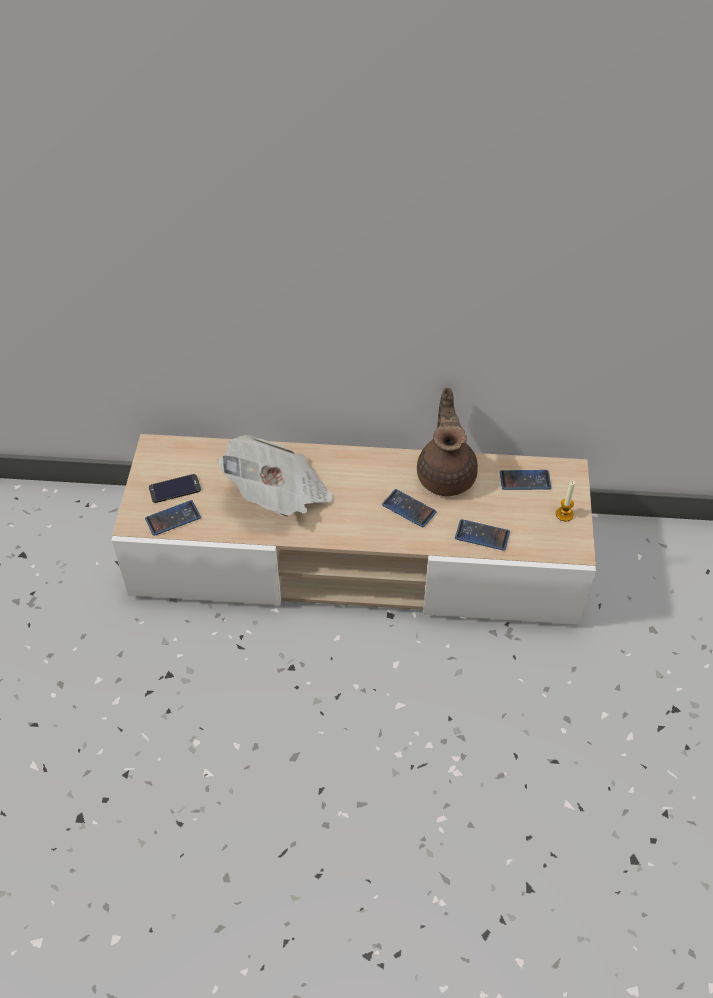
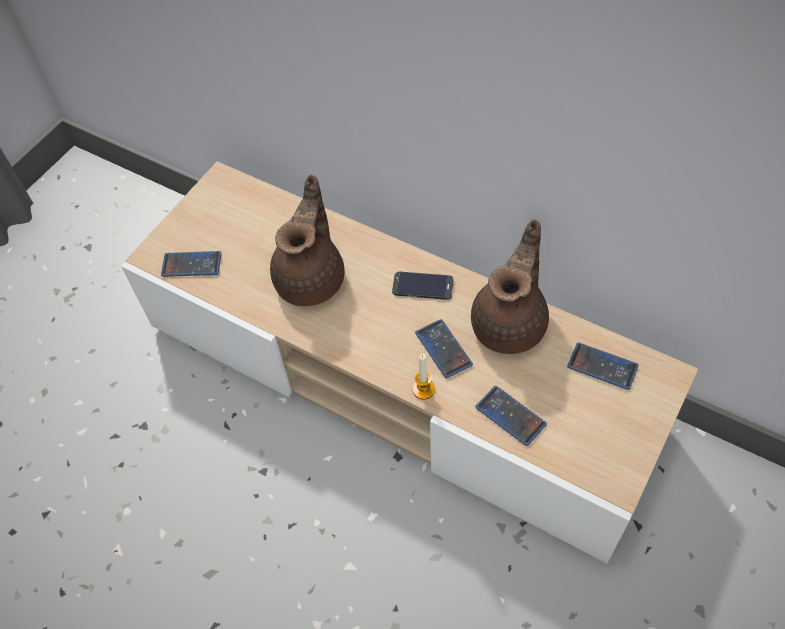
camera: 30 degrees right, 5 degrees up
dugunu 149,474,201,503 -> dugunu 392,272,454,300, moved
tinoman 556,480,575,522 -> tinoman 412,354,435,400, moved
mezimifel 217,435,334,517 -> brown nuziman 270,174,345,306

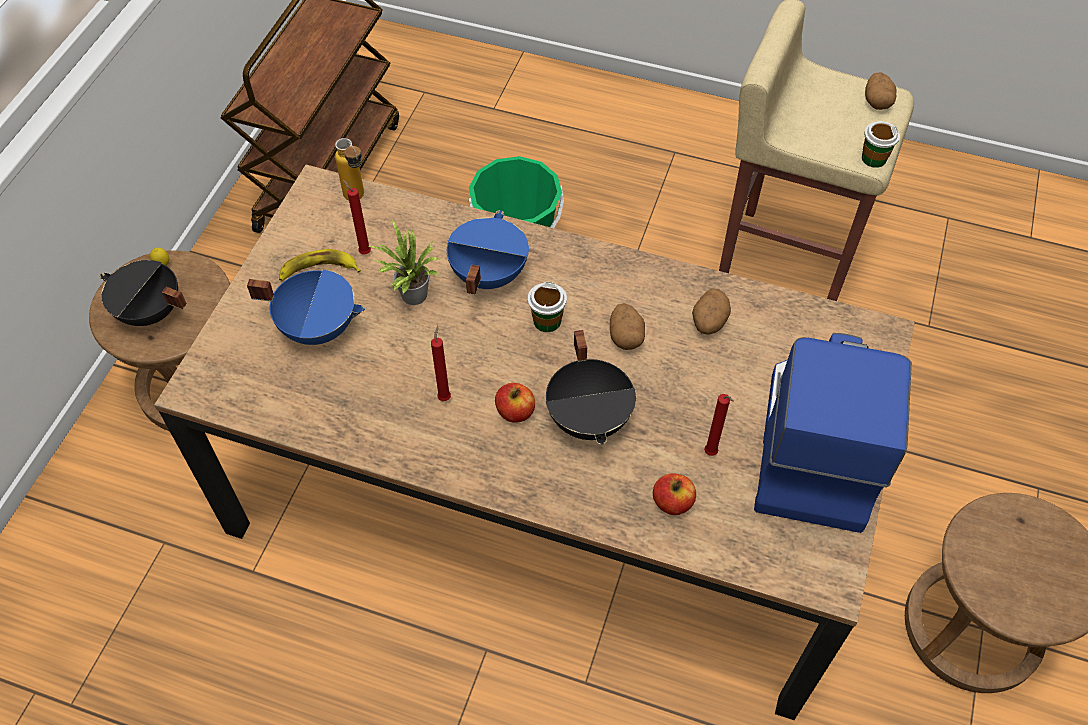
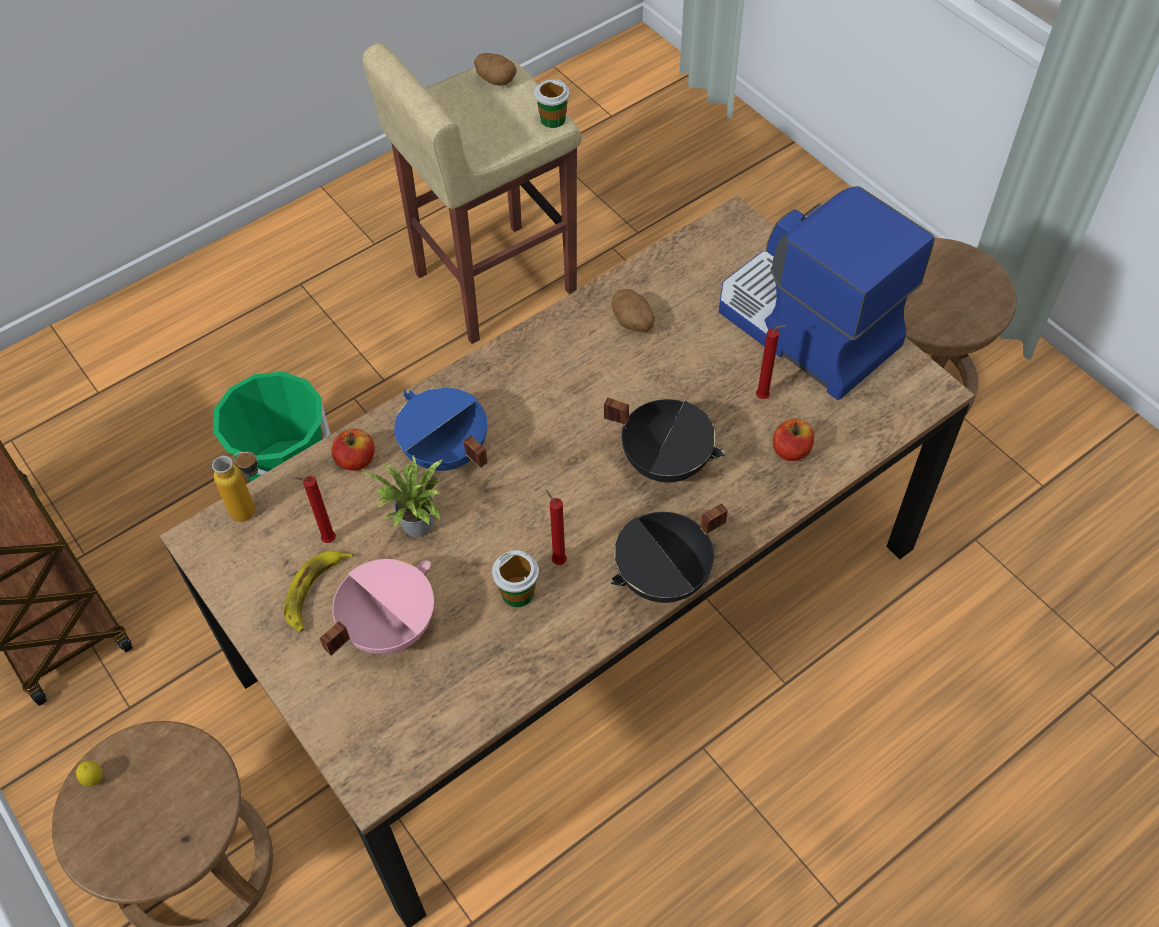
camera: 55 degrees left, 0 degrees up
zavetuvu 610,303,645,350 -> none
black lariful 100,260,187,326 -> black lariful 611,503,728,603, moved
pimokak 495,383,535,423 -> pimokak 332,429,375,471, moved
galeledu 528,281,567,332 -> galeledu 492,551,539,607, moved
blue lariful 247,269,365,345 -> pink lariful 320,559,434,656

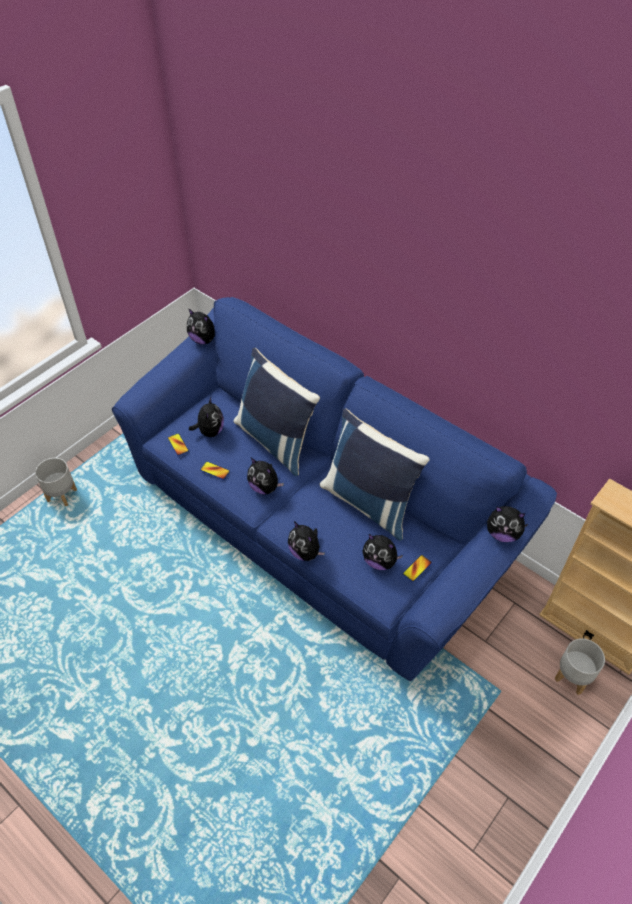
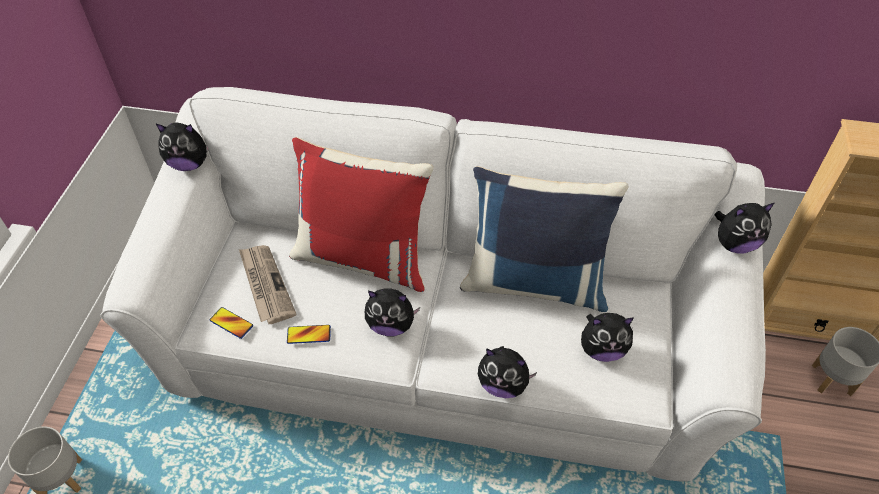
camera: 30 degrees left, 0 degrees up
dugunu 403,555,432,582 -> none
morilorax 189,397,224,437 -> mezimifel 239,245,296,324
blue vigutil 112,297,557,681 -> white vigutil 101,87,766,482
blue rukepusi 234,348,320,476 -> red rukepusi 289,137,433,292

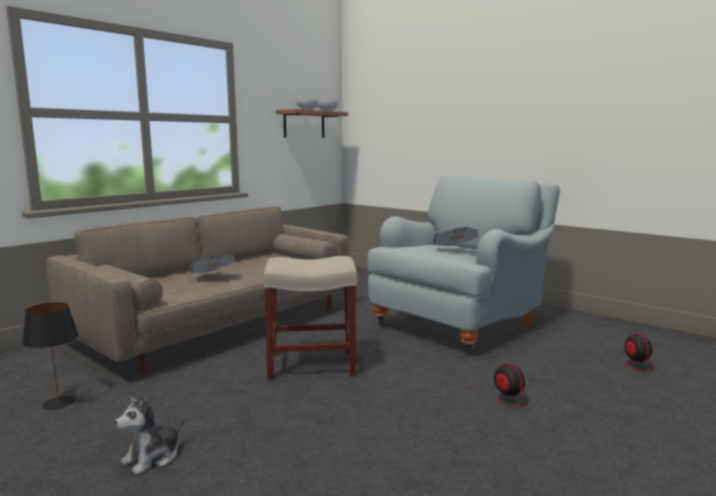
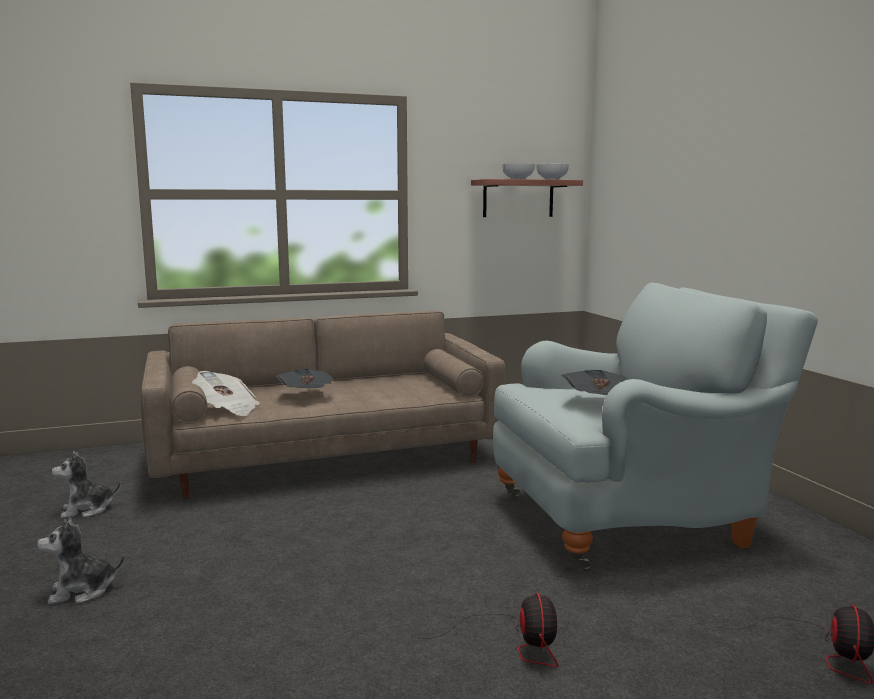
camera: 30 degrees right, 0 degrees up
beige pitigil 263,256,357,379 -> none
none -> mezimifel 192,371,260,416
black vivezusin 22,302,79,410 -> morilorax 52,451,121,518

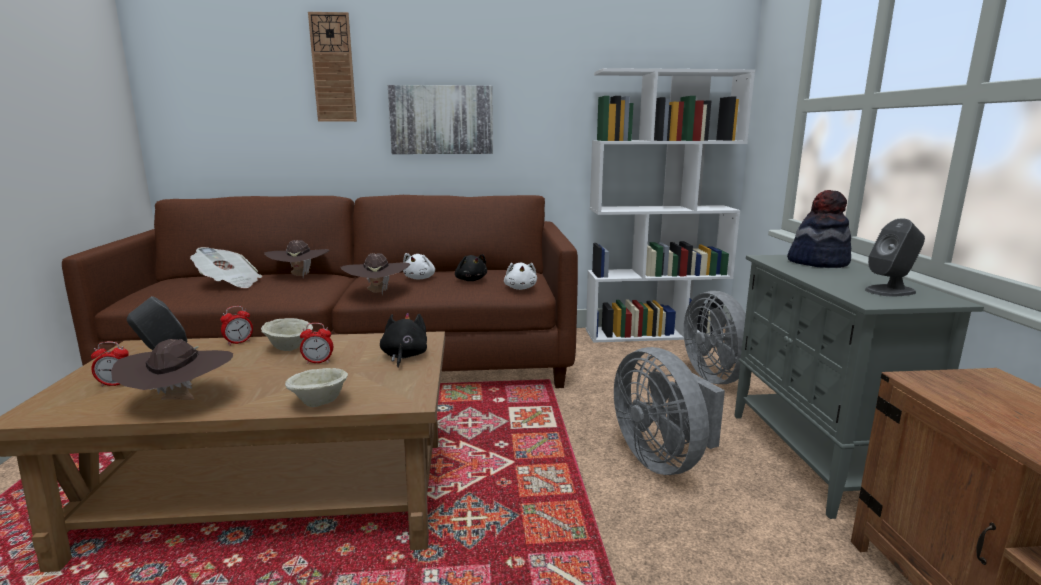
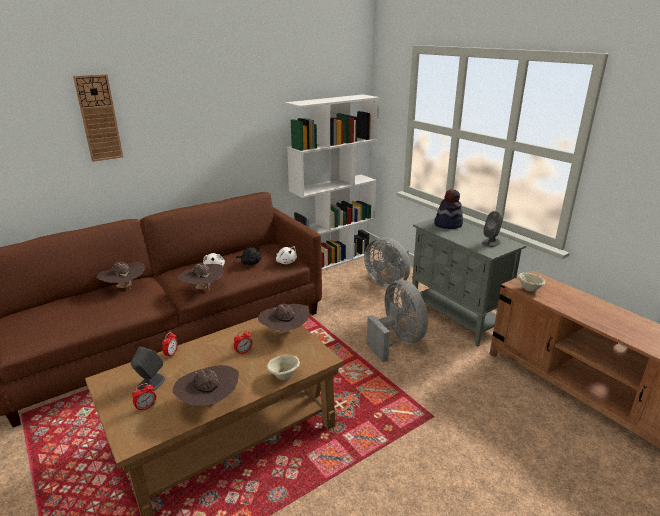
camera: 30 degrees left, 10 degrees up
mezimifel 190,247,262,288 -> none
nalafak 388,85,493,154 -> none
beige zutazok 261,318,313,351 -> beige zutazok 518,273,545,292, moved
black morilorax 380,313,427,367 -> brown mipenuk 258,304,309,334
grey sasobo 614,347,725,475 -> grey sasobo 367,280,428,362, 150 degrees counterclockwise

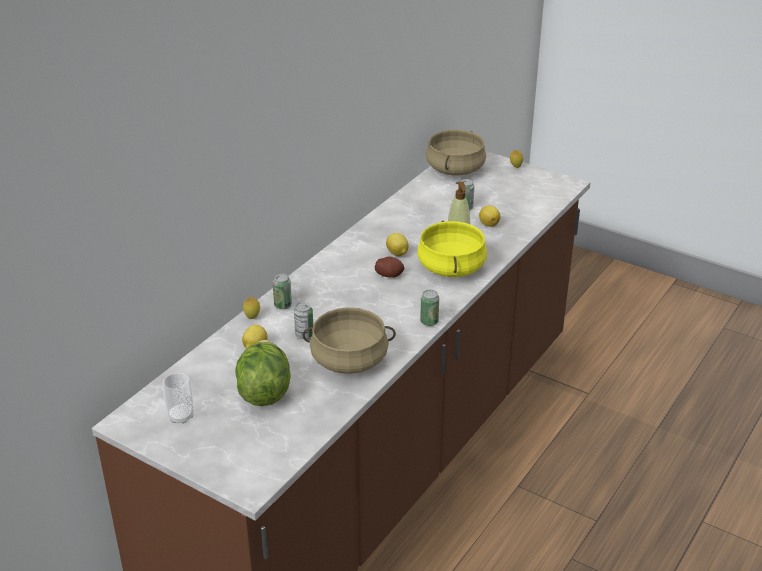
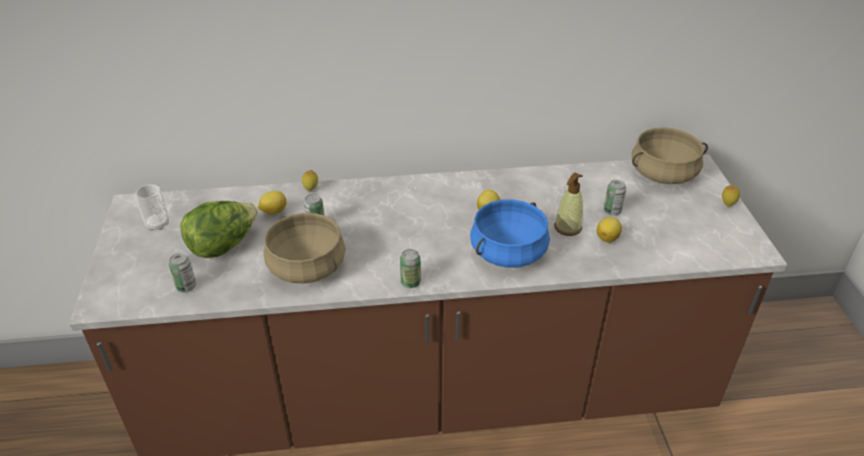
camera: 50 degrees right, 5 degrees up
zavetuvu 375,257,404,278 -> none
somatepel 273,274,292,309 -> somatepel 169,253,196,292, moved
yellow lariful 418,221,487,277 -> blue lariful 470,199,550,268

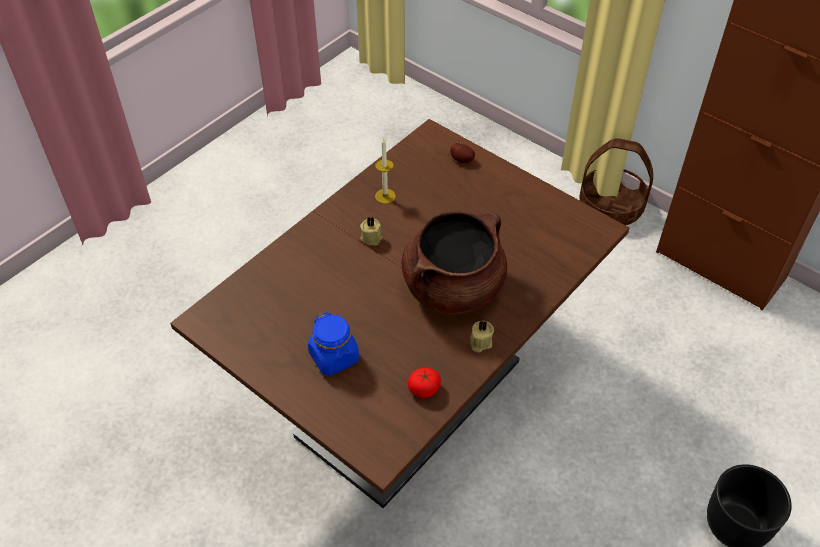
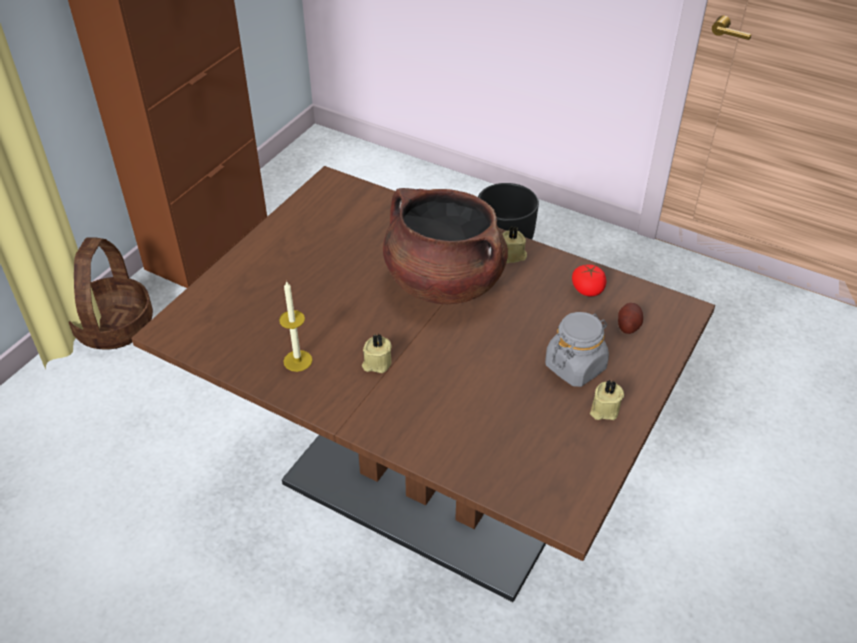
camera: 100 degrees left, 5 degrees down
none -> beige tinoman 590,379,624,420
zavetuvu 450,143,475,163 -> zavetuvu 618,303,643,334, moved
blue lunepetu 308,312,359,376 -> grey lunepetu 545,312,609,387

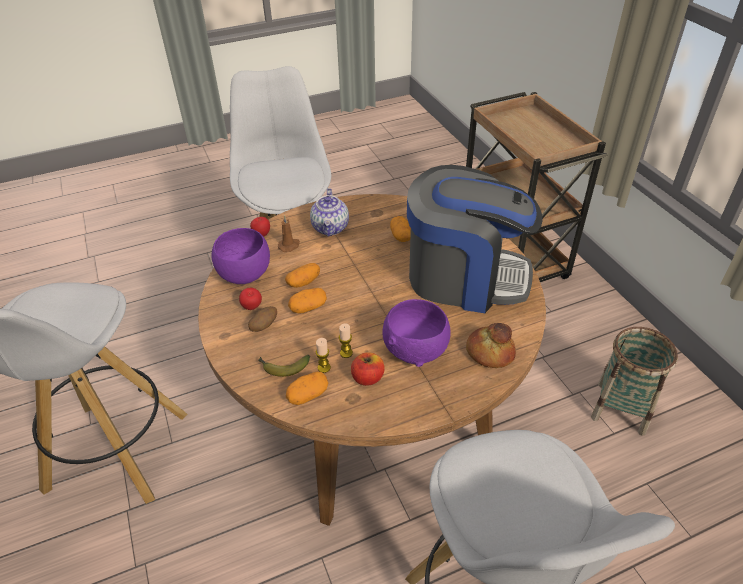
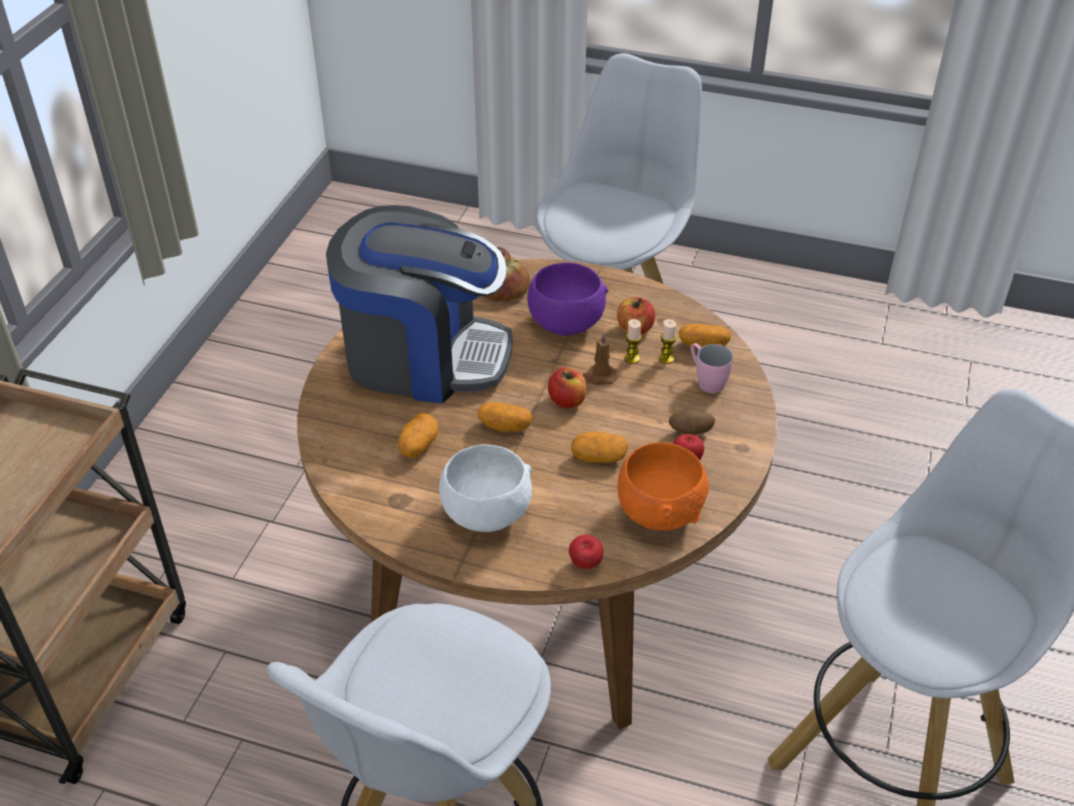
camera: 140 degrees left, 0 degrees up
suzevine 591,327,678,435 -> none
none -> pimokak 548,368,587,408
brown tinoman 278,215,300,252 -> brown tinoman 583,333,618,385, moved
zavetuvu 288,288,327,314 -> zavetuvu 477,402,533,432, moved
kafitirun 258,355,310,377 -> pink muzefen 691,343,733,393
nuziman 310,188,349,237 -> white zutazok 439,444,533,532
purple zutazok 211,228,270,284 -> orange zutazok 617,442,709,531
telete 407,165,542,313 -> telete 326,205,513,404, 135 degrees clockwise

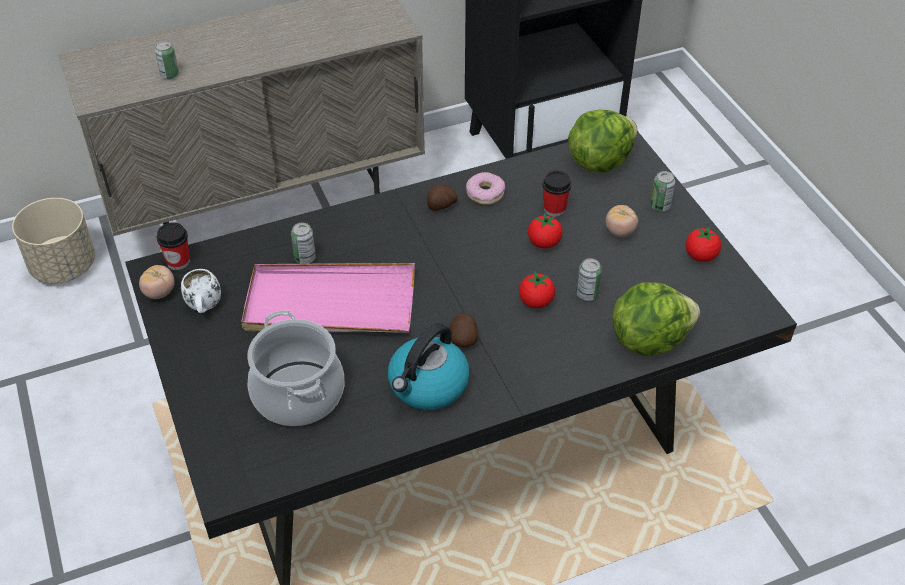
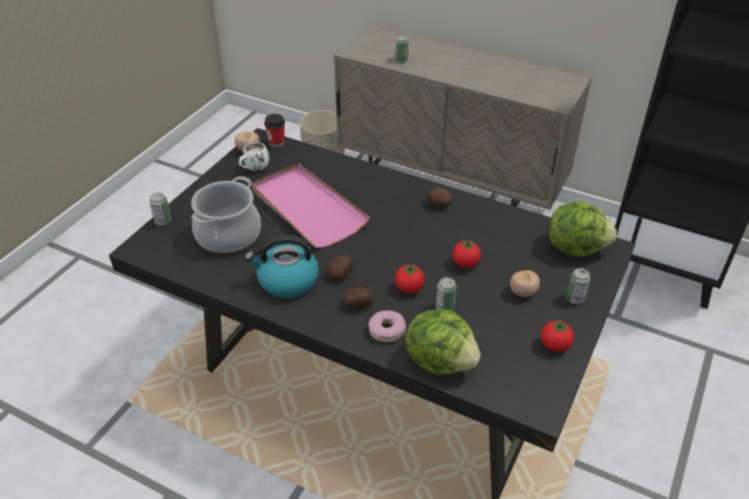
camera: 50 degrees right, 5 degrees down
galeledu 542,170,571,217 -> none
none -> zavetuvu 344,286,373,309
somatepel 291,223,316,264 -> somatepel 149,193,171,226, moved
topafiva 466,172,505,205 -> topafiva 368,310,406,342, moved

